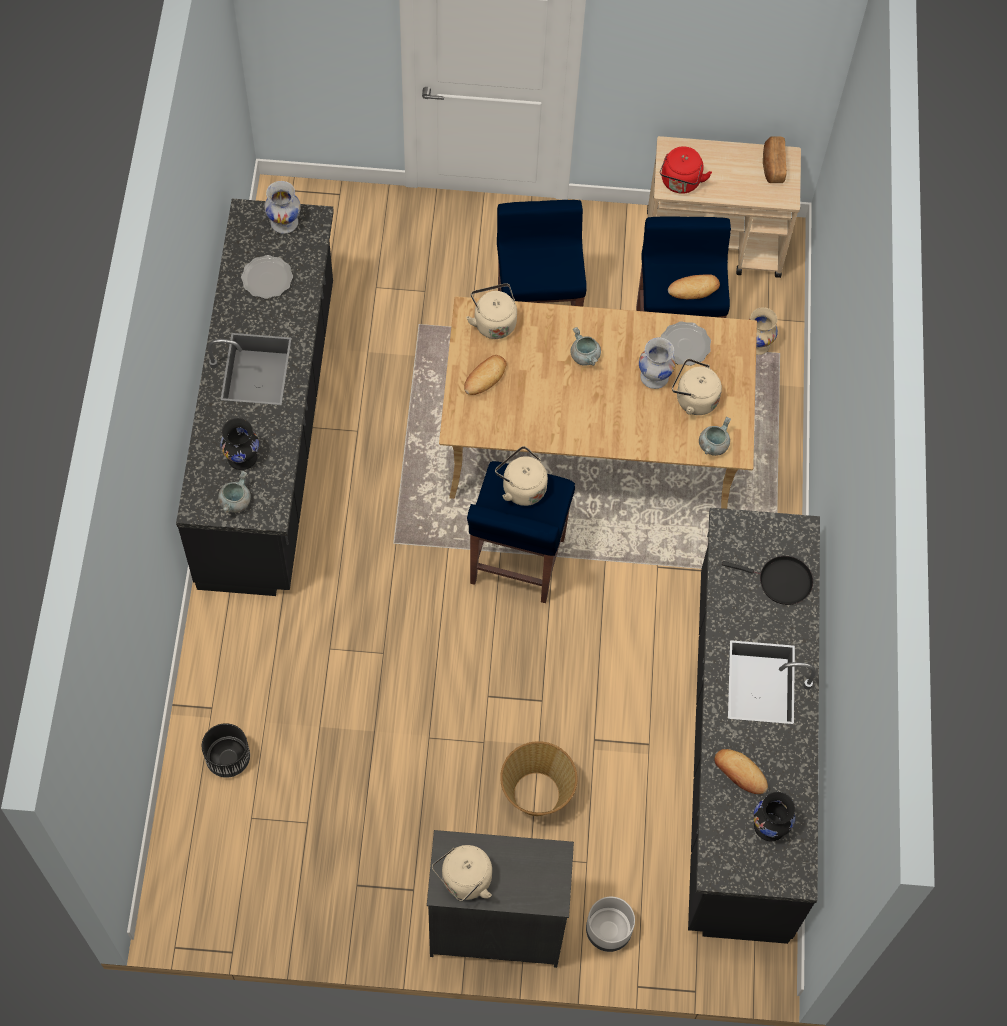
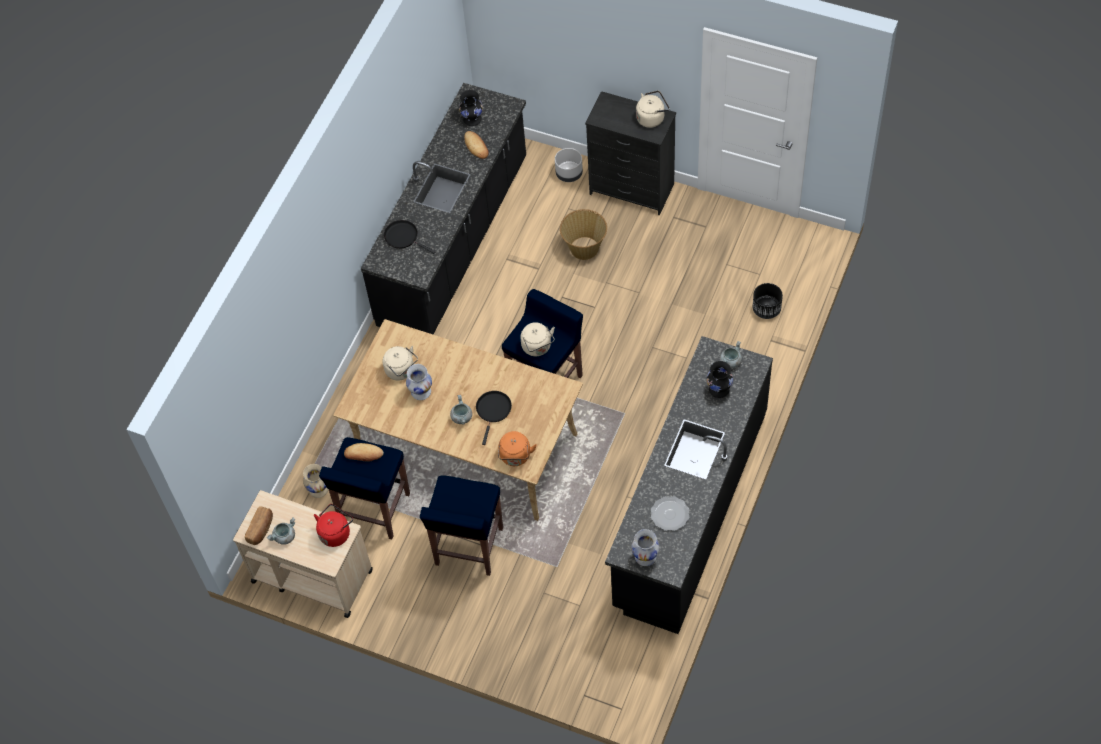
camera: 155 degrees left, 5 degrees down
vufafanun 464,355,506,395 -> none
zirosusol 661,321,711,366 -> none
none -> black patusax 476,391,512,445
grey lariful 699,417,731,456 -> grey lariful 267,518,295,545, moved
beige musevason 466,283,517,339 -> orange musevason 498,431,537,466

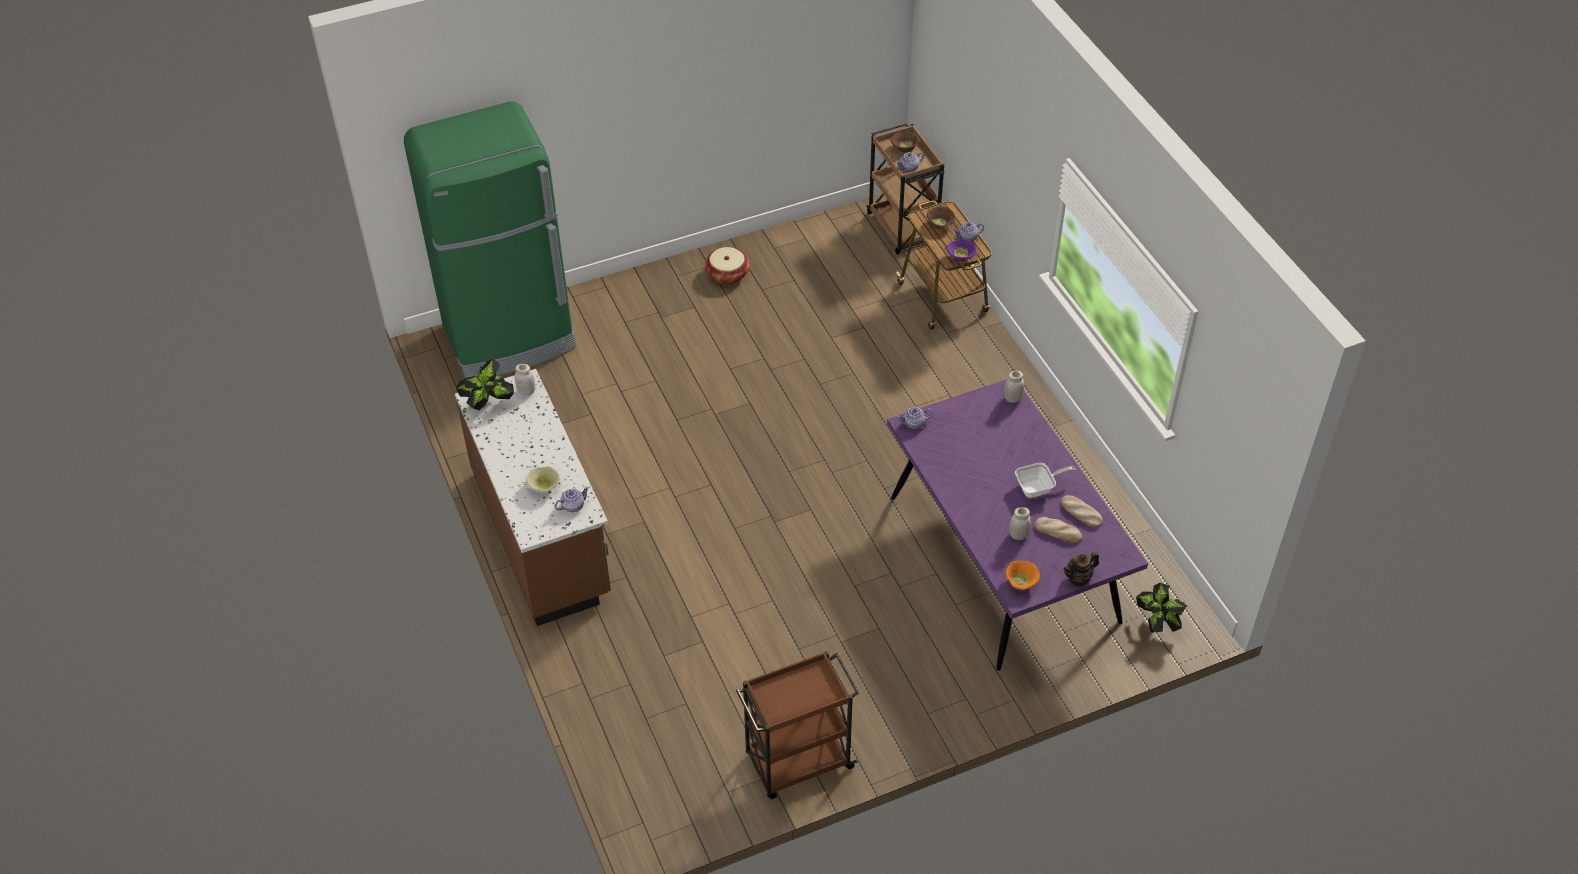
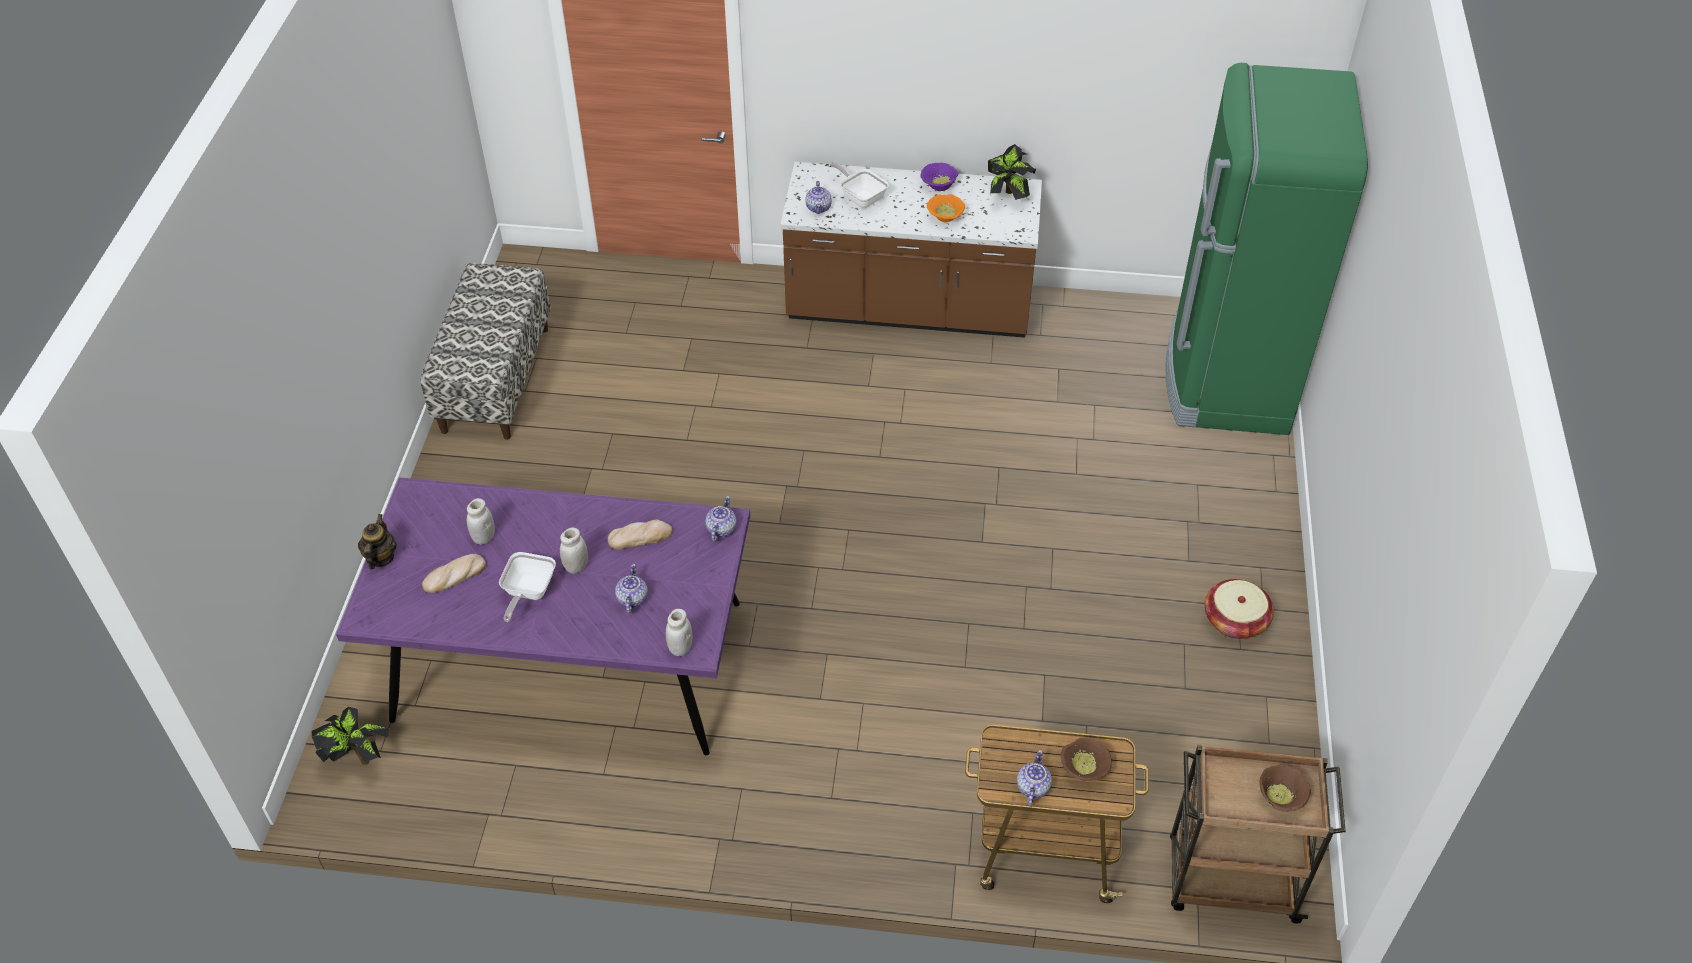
camera: 120 degrees right, 0 degrees up
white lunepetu 515,364,535,396 -> white lunepetu 560,527,588,574, moved
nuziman 896,152,924,172 -> nuziman 615,564,648,613, moved
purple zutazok 947,239,976,261 -> purple zutazok 921,163,959,191, moved
orange zutazok 1006,560,1040,589 -> orange zutazok 927,194,965,222, moved
vufafanun 1061,495,1103,528 -> vufafanun 608,520,673,549, moved
beige zutazok 526,466,560,492 -> patusax 830,162,889,208
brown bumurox 736,651,859,799 -> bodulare 421,263,551,440

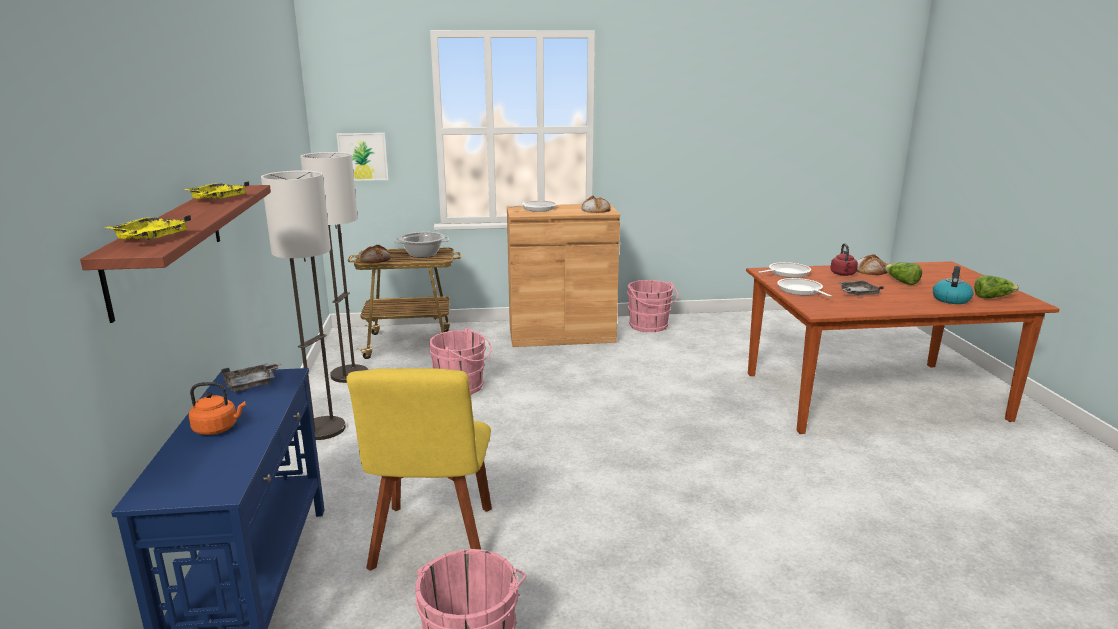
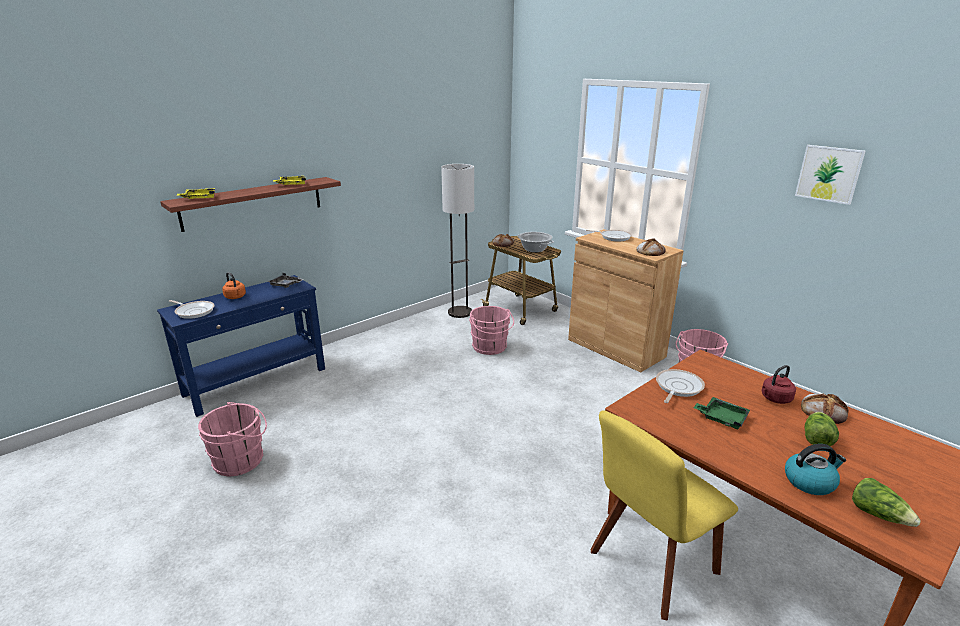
camera: 55 degrees right, 5 degrees up
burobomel 261,171,346,440 -> none
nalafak 337,133,389,181 -> nalafak 795,145,865,205, moved
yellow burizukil 346,368,492,571 -> yellow burizukil 591,411,738,621, moved
patusax 758,262,811,278 -> patusax 169,300,215,319, moved
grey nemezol 837,281,883,295 -> green nemezol 693,397,750,429

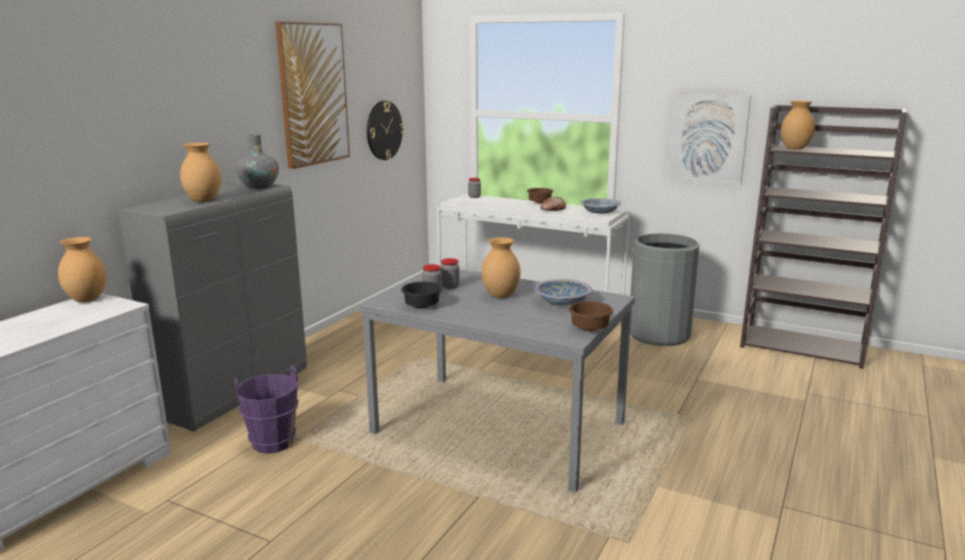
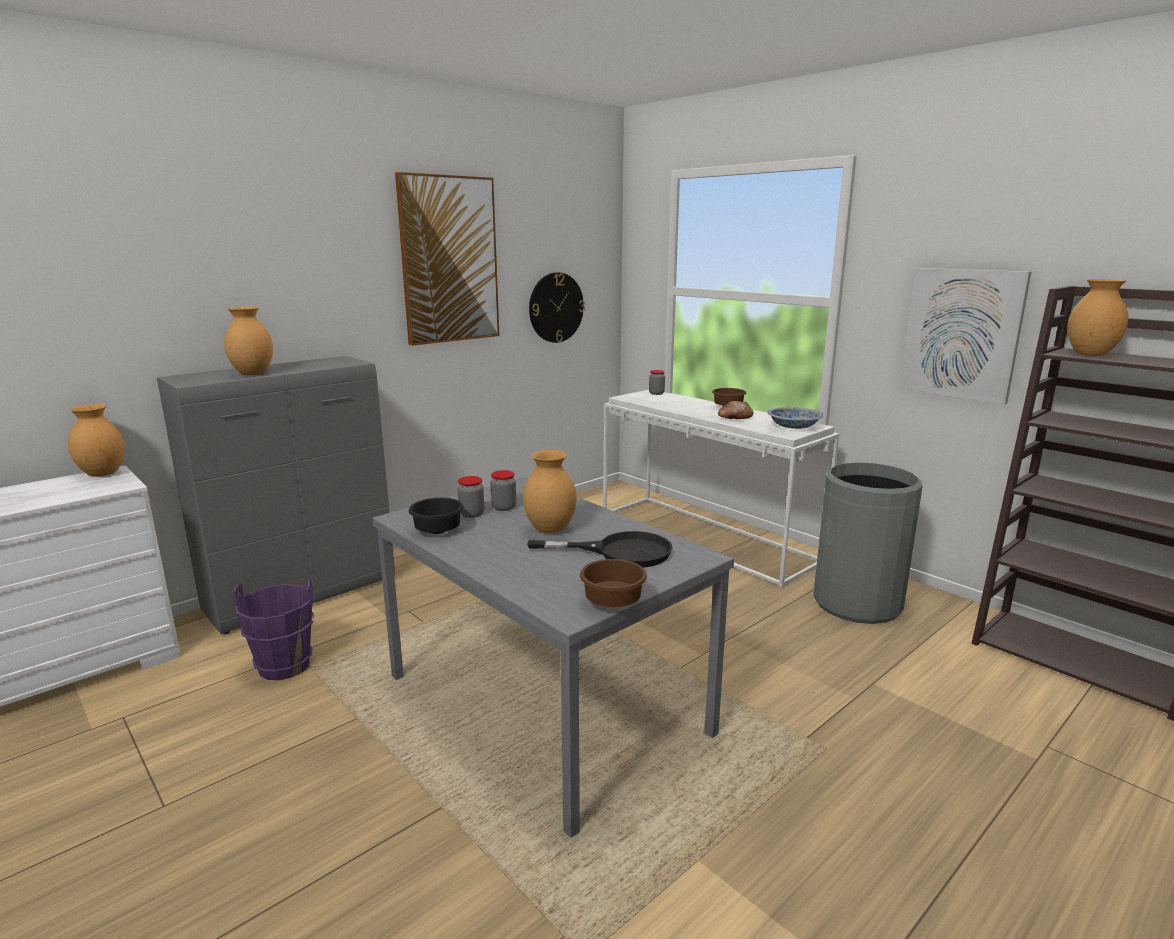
camera: 20 degrees right, 0 degrees up
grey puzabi 236,134,279,189 -> none
zutazok 534,279,592,306 -> black patusax 527,531,672,568

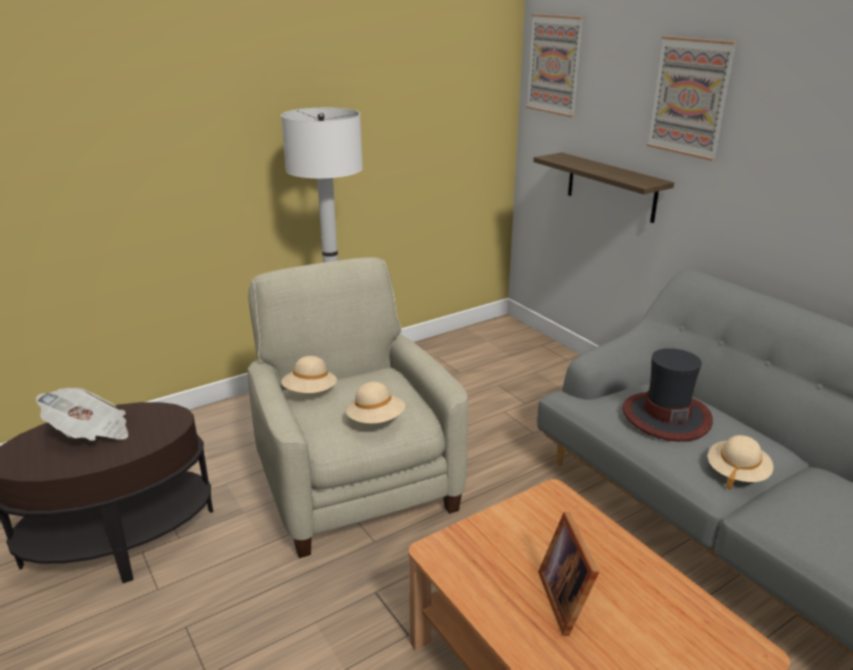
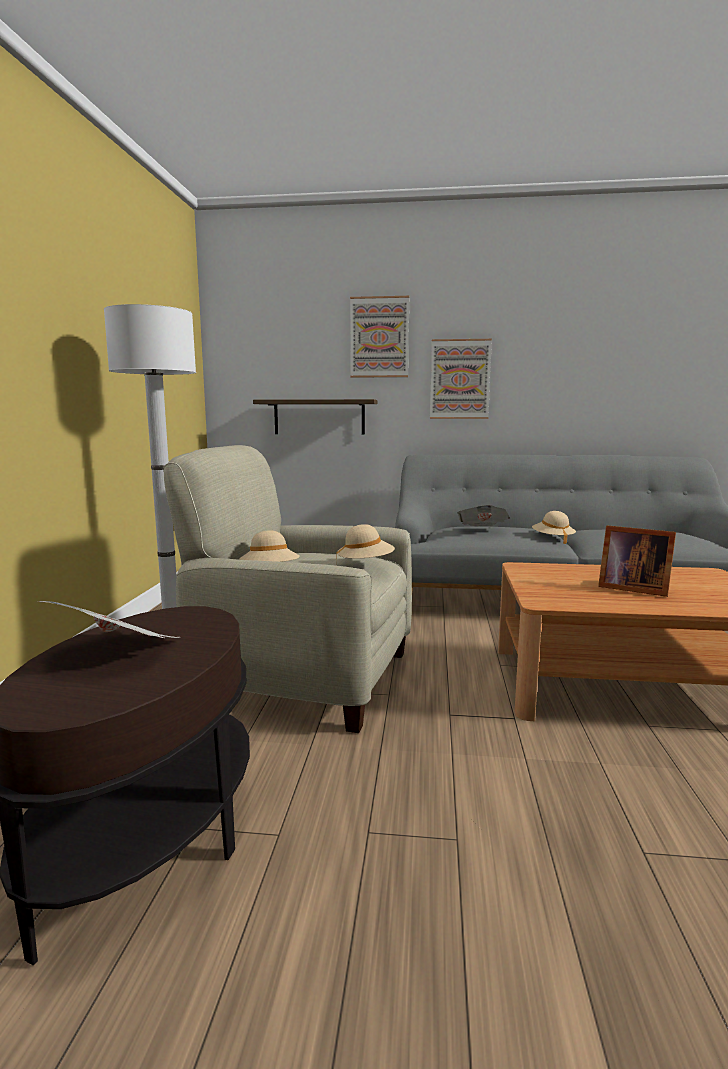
camera: 50 degrees left, 15 degrees down
nalafak 526,14,584,117 -> nalafak 430,339,492,419, moved
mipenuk 622,348,713,442 -> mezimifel 457,505,510,527

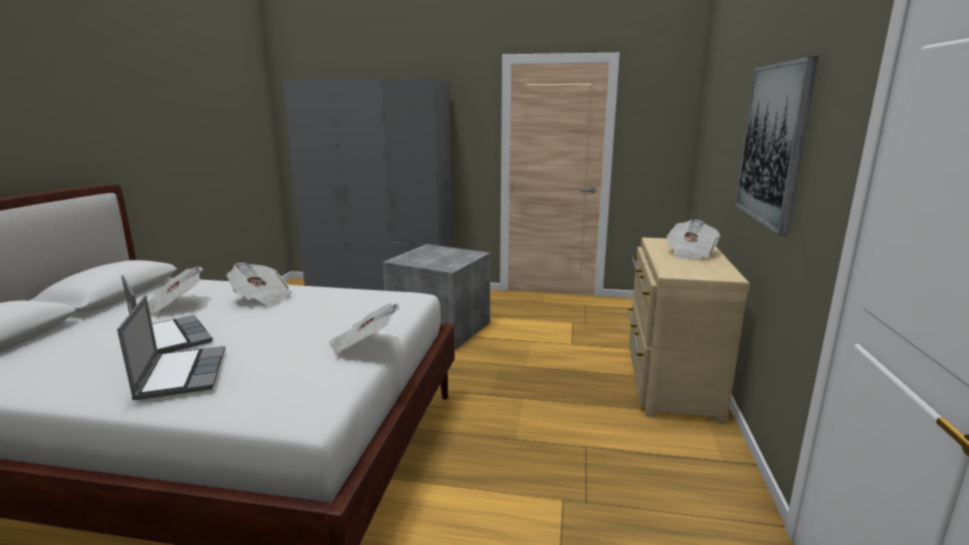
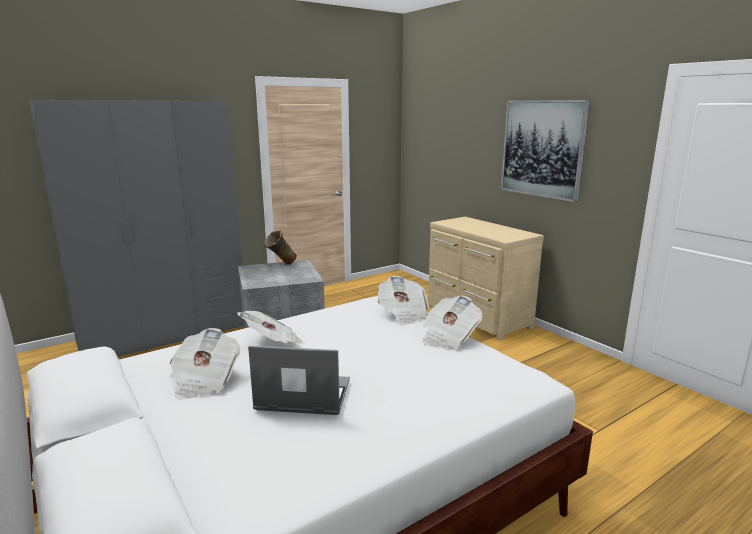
camera: 45 degrees left, 0 degrees up
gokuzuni 117,295,225,400 -> none
none -> beige puzabi 263,231,297,265
mezimifel 666,220,720,259 -> mezimifel 378,276,429,325, moved

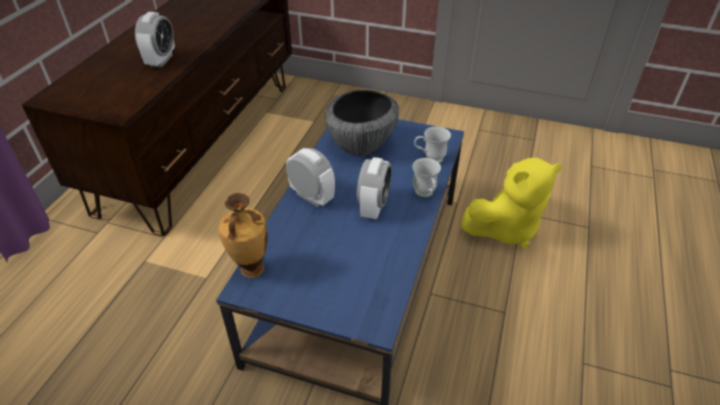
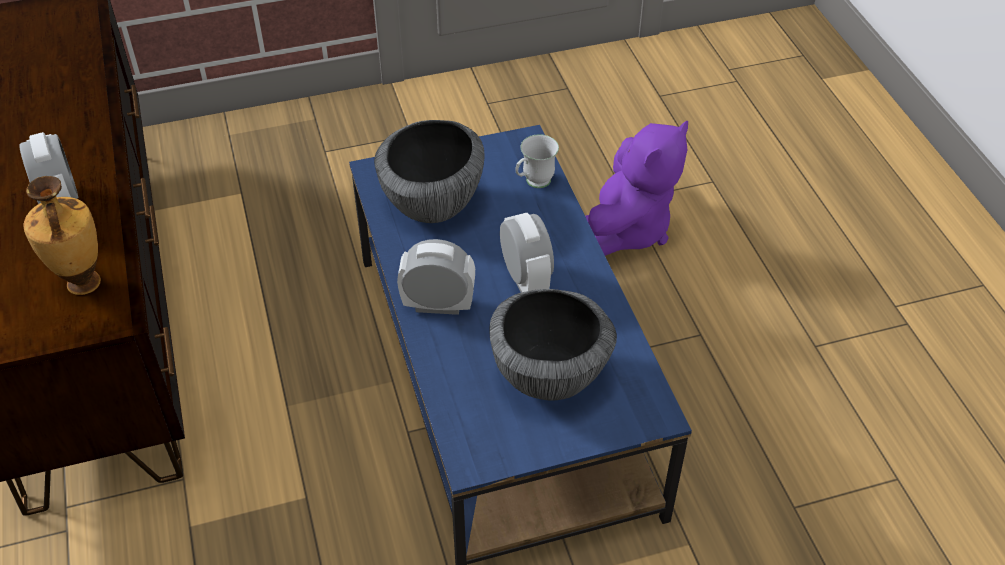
camera: 35 degrees left, 5 degrees up
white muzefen 412,158,441,198 -> none
none -> zutazok 489,289,617,401
puzabi 218,193,267,278 -> puzabi 24,176,101,295, moved
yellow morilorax 461,157,562,248 -> purple morilorax 585,121,688,256

